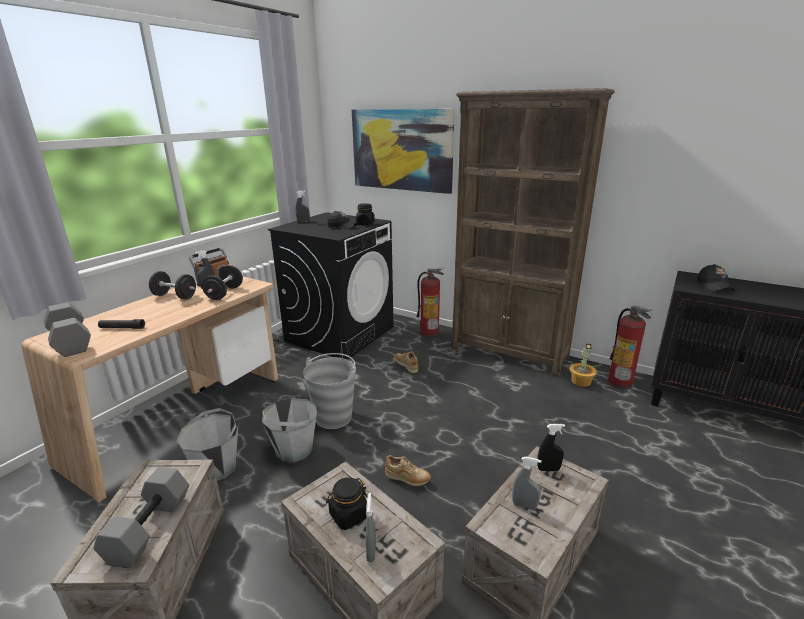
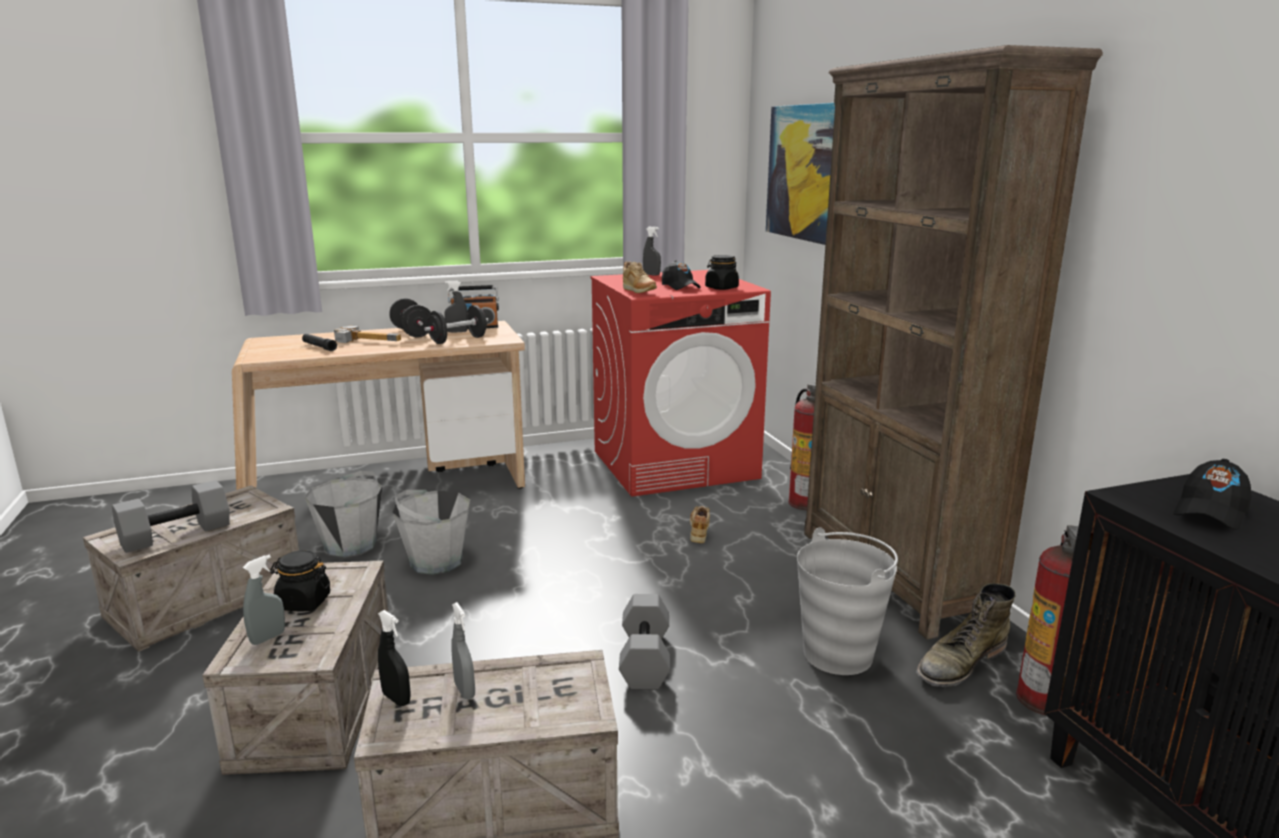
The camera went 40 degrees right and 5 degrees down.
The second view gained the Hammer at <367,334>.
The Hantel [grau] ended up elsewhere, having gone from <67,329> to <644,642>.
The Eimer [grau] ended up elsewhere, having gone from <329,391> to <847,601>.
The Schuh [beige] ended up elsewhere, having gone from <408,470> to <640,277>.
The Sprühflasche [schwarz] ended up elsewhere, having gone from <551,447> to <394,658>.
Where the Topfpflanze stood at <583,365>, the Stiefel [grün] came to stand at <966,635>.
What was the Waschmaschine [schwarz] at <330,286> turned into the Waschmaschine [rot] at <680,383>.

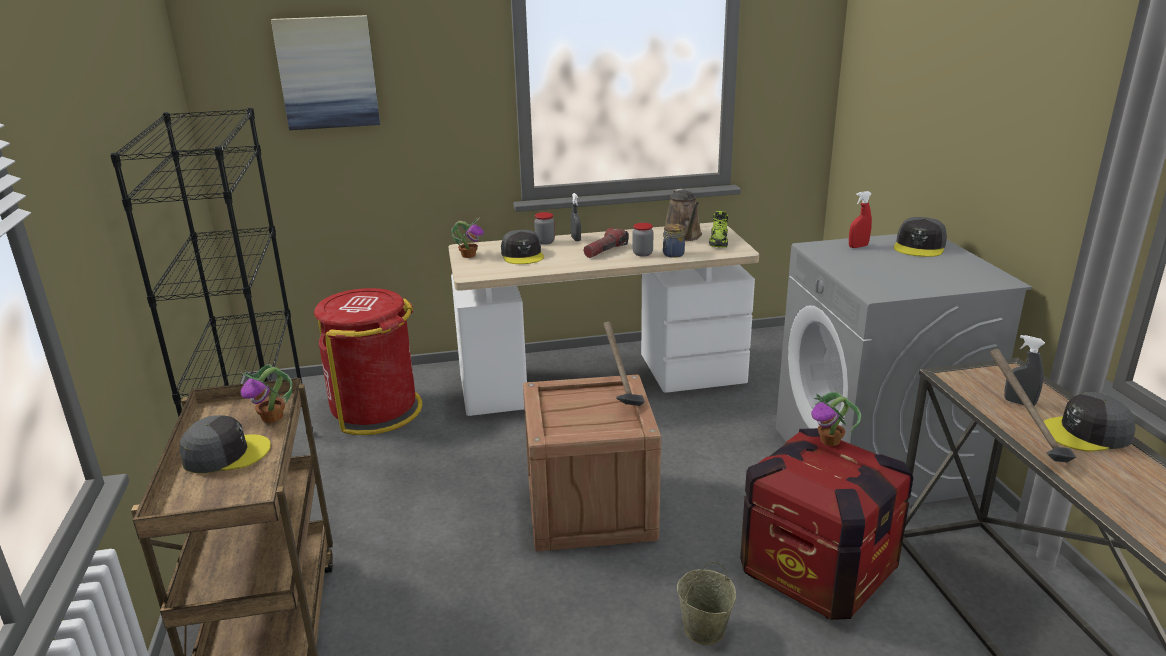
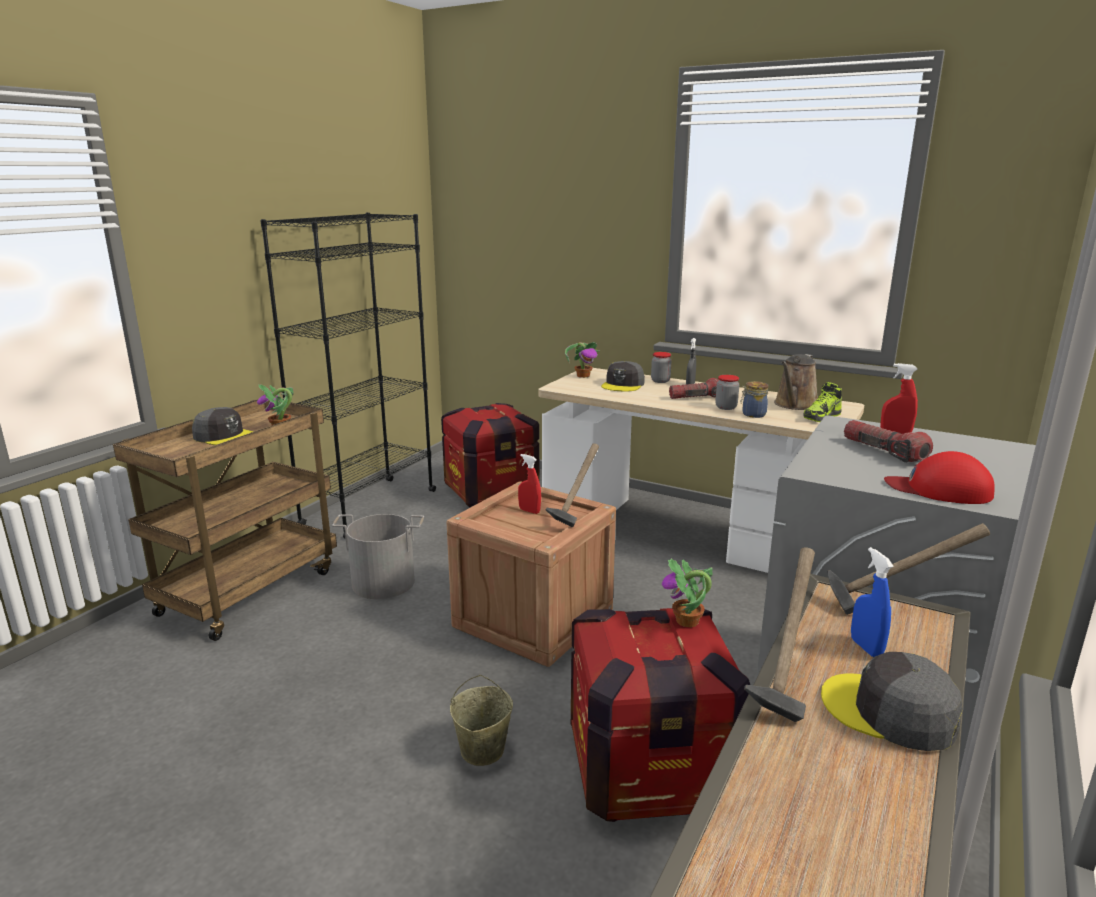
The camera went 40 degrees right and 5 degrees down.
The second view lost the Bild at <325,72>.
The second view lost the Kappe [grau] at <920,237>.
The second view gained the Eimer [grau] at <378,556>.
The second view gained the Sprühflasche [rot] at <529,484>.
The second view gained the Hammer at <908,569>.
The second view gained the Taschenlampe at <888,441>.
The second view gained the Kappe [rot] at <939,477>.
Where the Mülleimer [rot] stood at <368,361>, the Kiste came to stand at <490,455>.
What was the Sprühflasche [grau] at <1024,370> turned into the Sprühflasche [blau] at <872,602>.

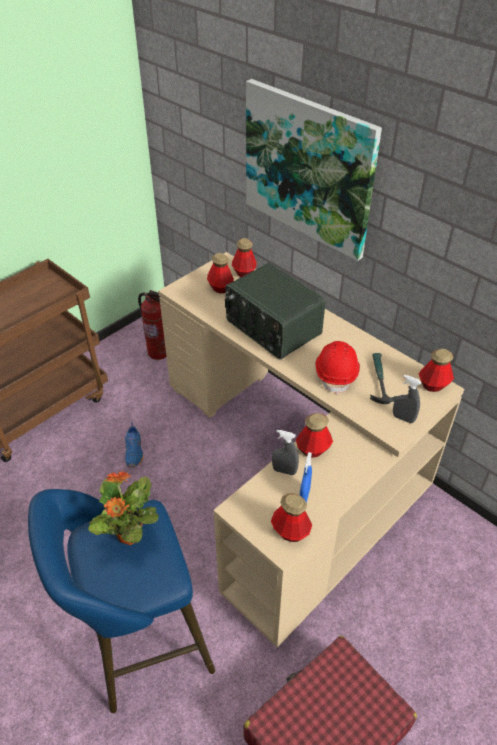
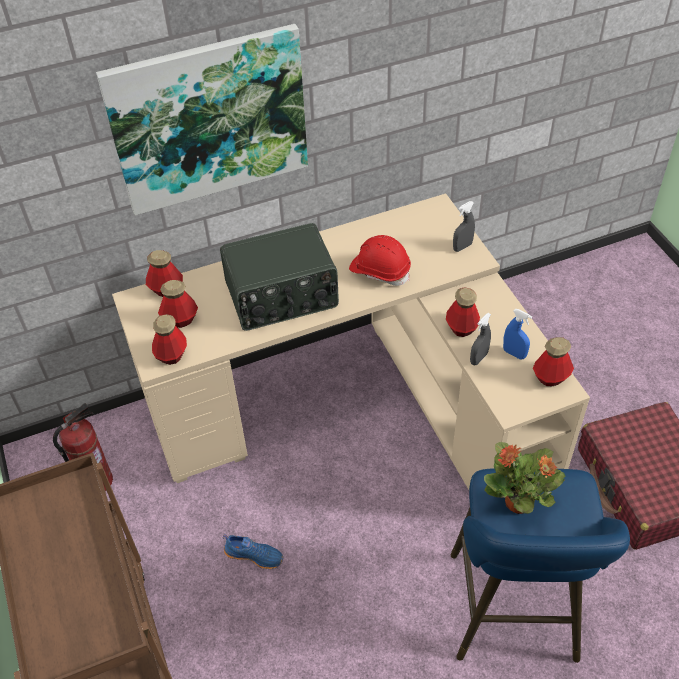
The camera went 65 degrees left and 5 degrees up.
The second view lost the Hammer at <383,378>.
The Flasche ended up elsewhere, having gone from <436,370> to <169,339>.

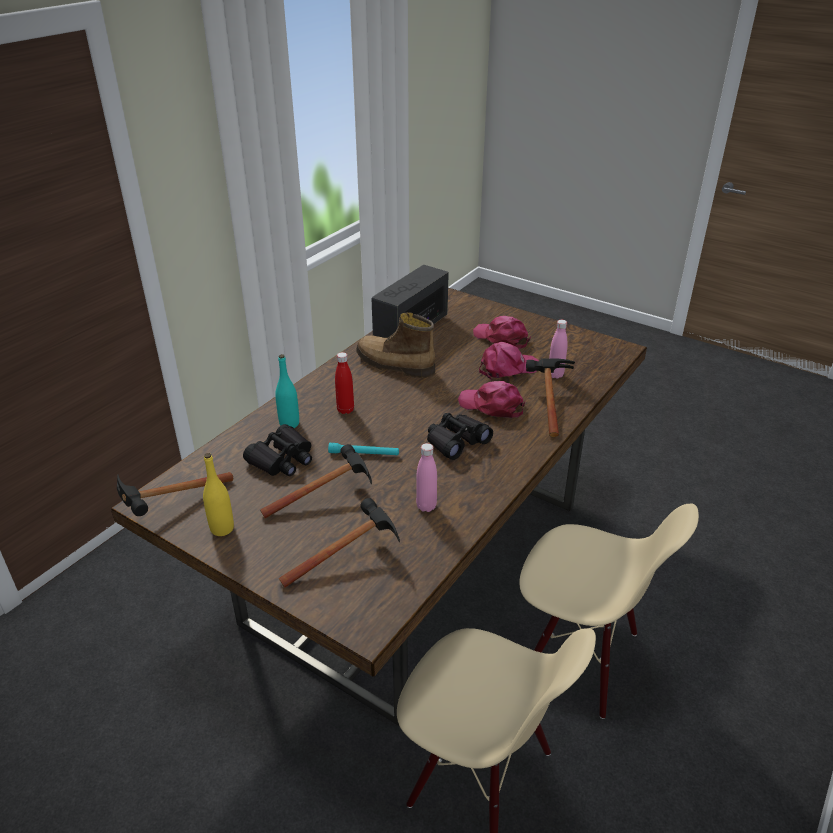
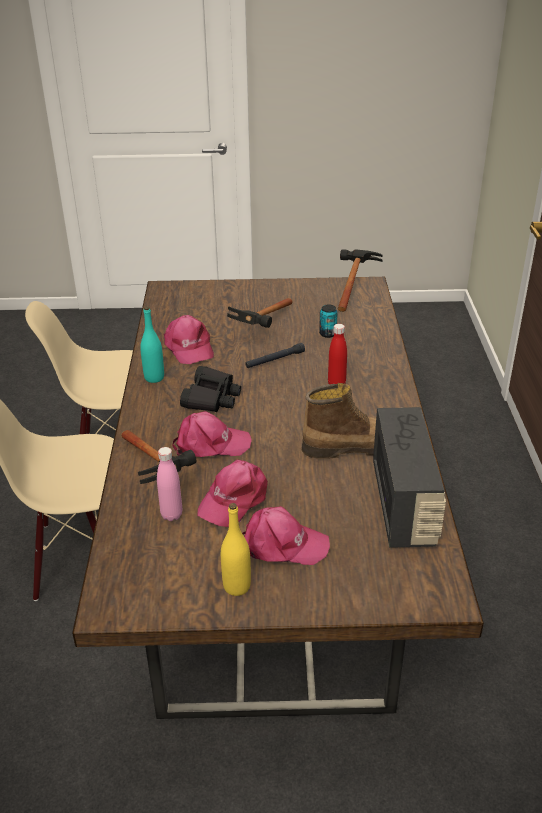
The camera went 145 degrees right and 0 degrees up.
The second view lost the Hammer at <339,543>.
The Flasche [gelb] ended up elsewhere, having gone from <218,494> to <236,549>.
The Flasche [türkis] ended up elsewhere, having gone from <287,391> to <152,344>.
Where the Fernglas [schwarz] stood at <277,450>, the Dose came to stand at <328,321>.
Where the Flasche [rosa] stood at <426,477>, the Kappe [rosa] came to stand at <189,339>.
What was the Taschenlampe [türkis] at <363,449> turned into the Taschenlampe [schwarz] at <275,355>.

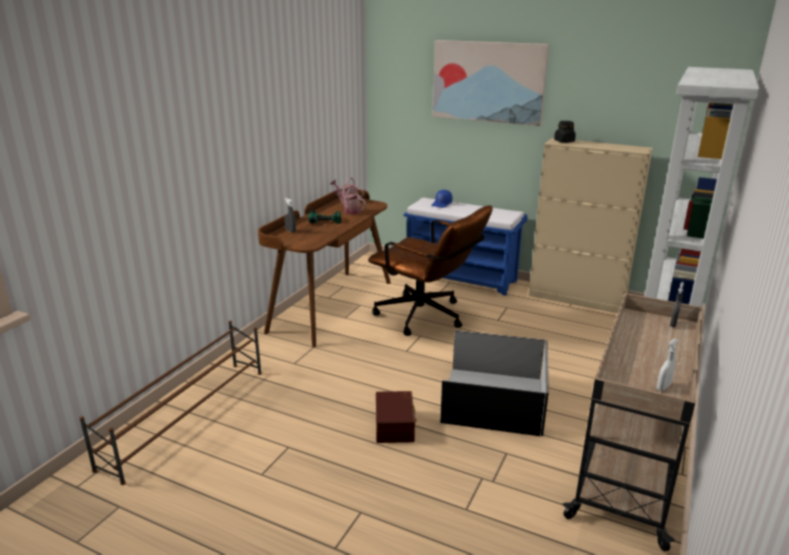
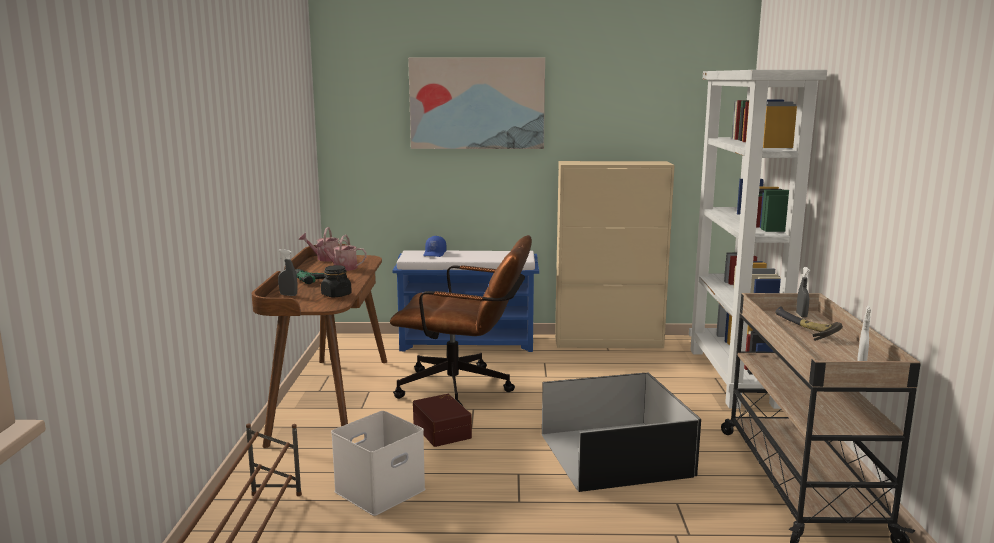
The camera went 25 degrees left and 10 degrees down.
The second view gained the Aufbewahrungsbox [weiß] at <378,463>.
The second view gained the Hammer at <809,323>.
The Aufbewahrungsbox [braun] ended up elsewhere, having gone from <396,417> to <442,420>.
The Vorratsglas [schwarz] ended up elsewhere, having gone from <565,132> to <336,281>.

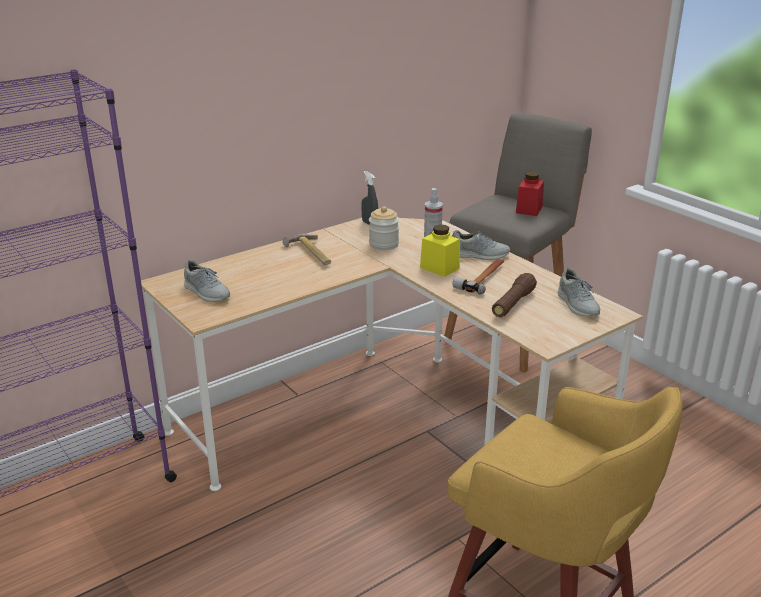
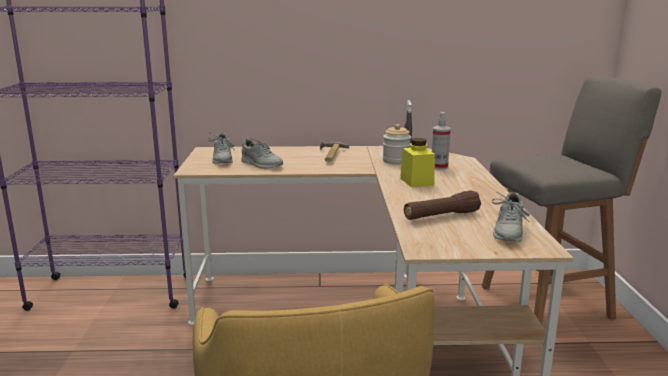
The camera went 35 degrees right and 10 degrees down.
The second view lost the Hammer at <478,276>.
The second view lost the Vorratsglas [rot] at <530,194>.
The Schuh [grau] ended up elsewhere, having gone from <481,245> to <262,153>.

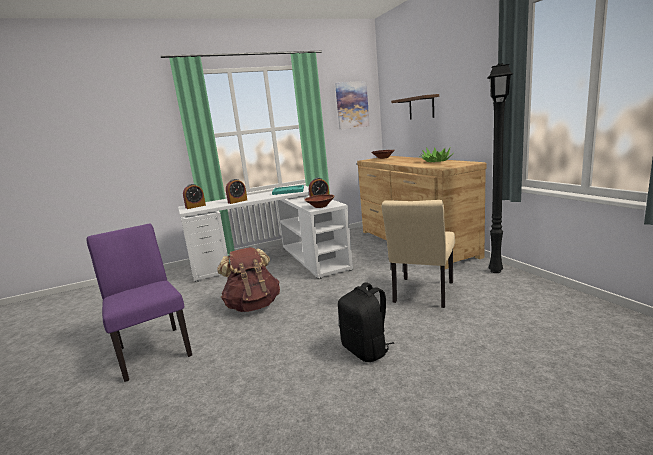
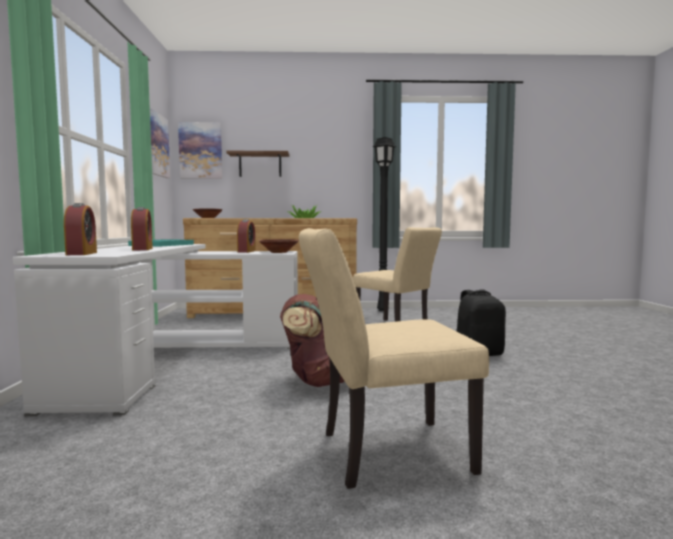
The camera went 70 degrees left and 10 degrees down.
The second view gained the Bild at <200,150>.
What was the Stuhl [lila] at <139,303> turned into the Stuhl [beige] at <394,358>.

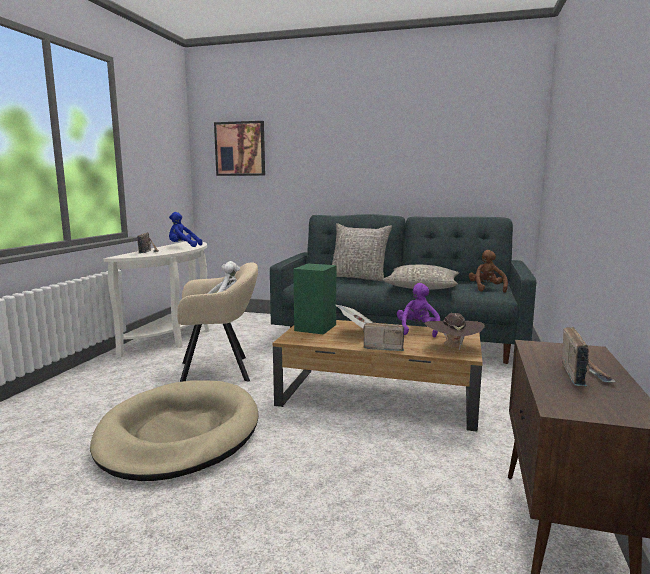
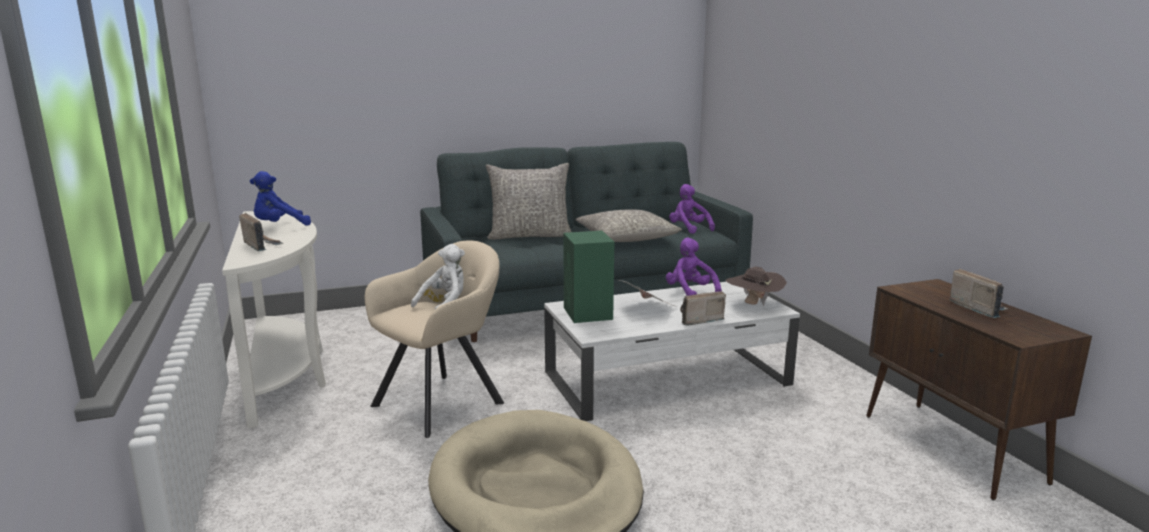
The camera went 35 degrees left and 5 degrees up.
The second view lost the Bild at <239,148>.
What was the Couchtisch [braun] at <378,376> turned into the Couchtisch [weiß] at <672,351>.
What was the Plüschtier [braun] at <488,271> turned into the Plüschtier [lila] at <692,209>.

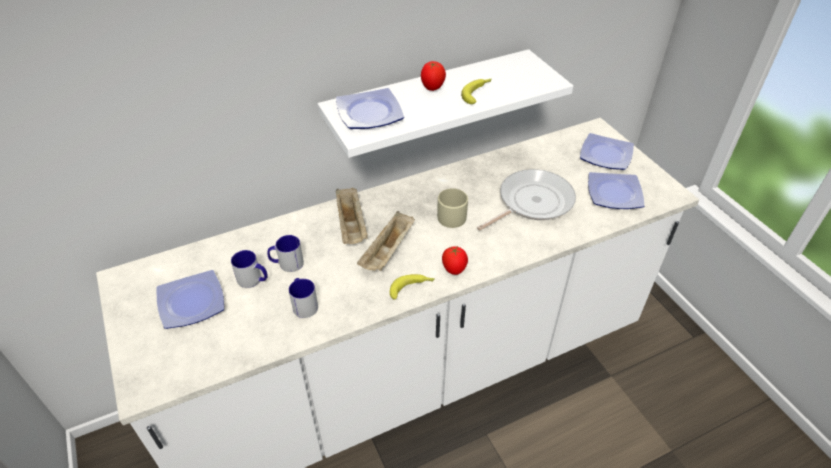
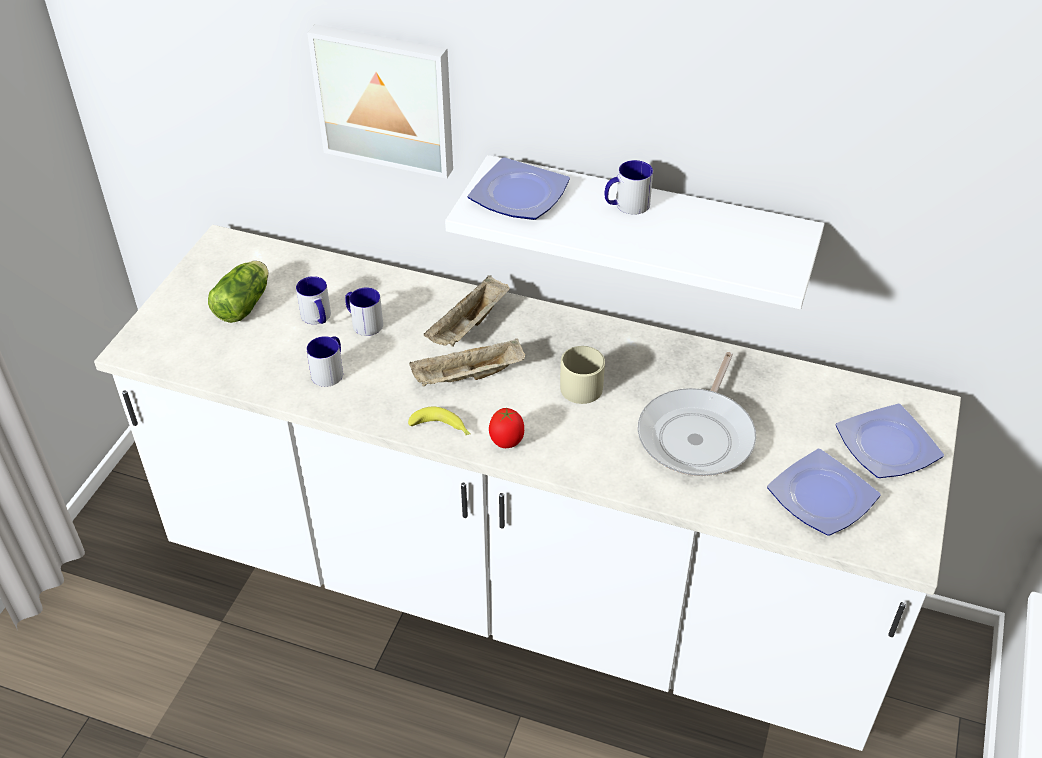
The camera went 45 degrees right and 0 degrees up.
The second view lost the Banane at <476,91>.
The second view gained the Bild at <380,101>.
Where the Teller stood at <190,299>, the Salatkopf came to stand at <238,292>.
Where the Tomate stood at <433,76>, the Henkelbecher came to stand at <628,187>.
The Pfanne at <526,200> ended up facing another way, 105 degrees clockwise from before.

